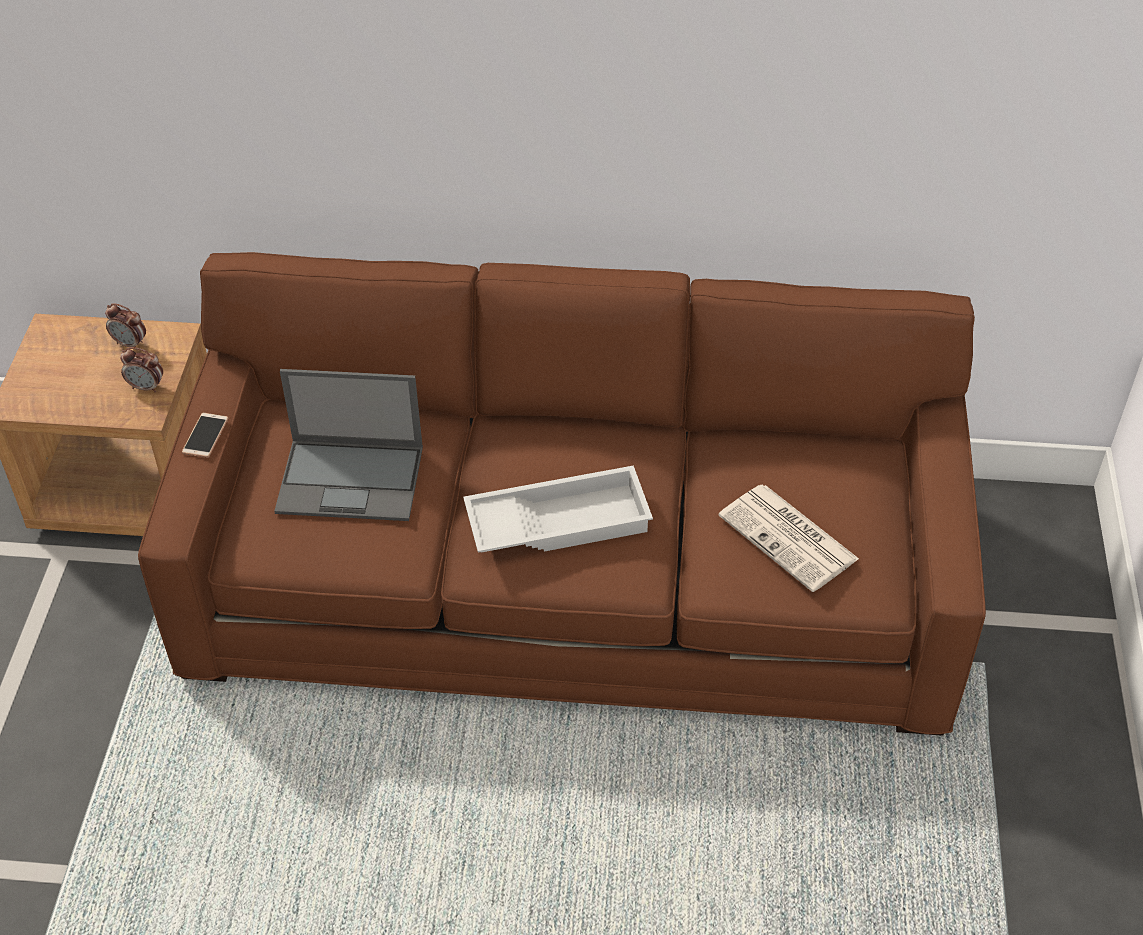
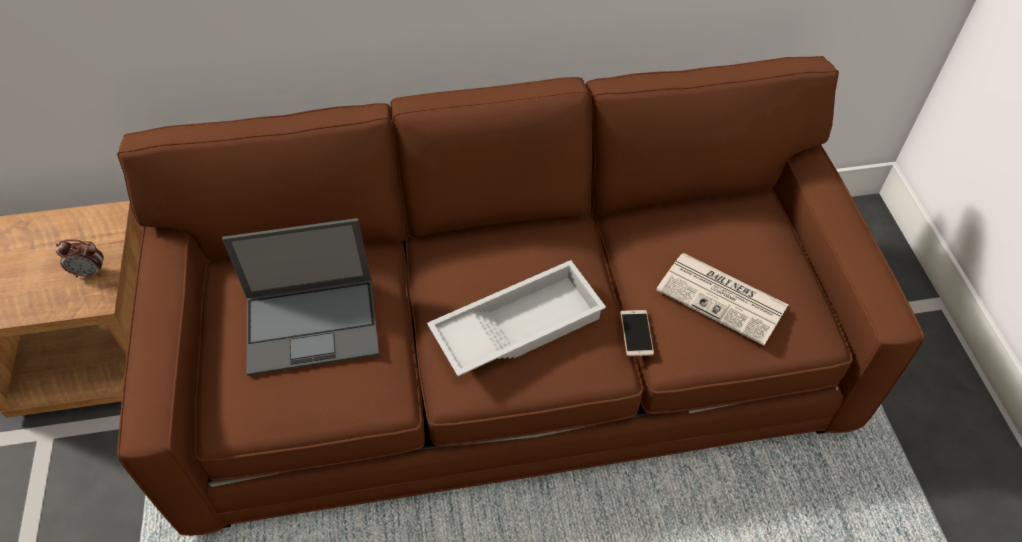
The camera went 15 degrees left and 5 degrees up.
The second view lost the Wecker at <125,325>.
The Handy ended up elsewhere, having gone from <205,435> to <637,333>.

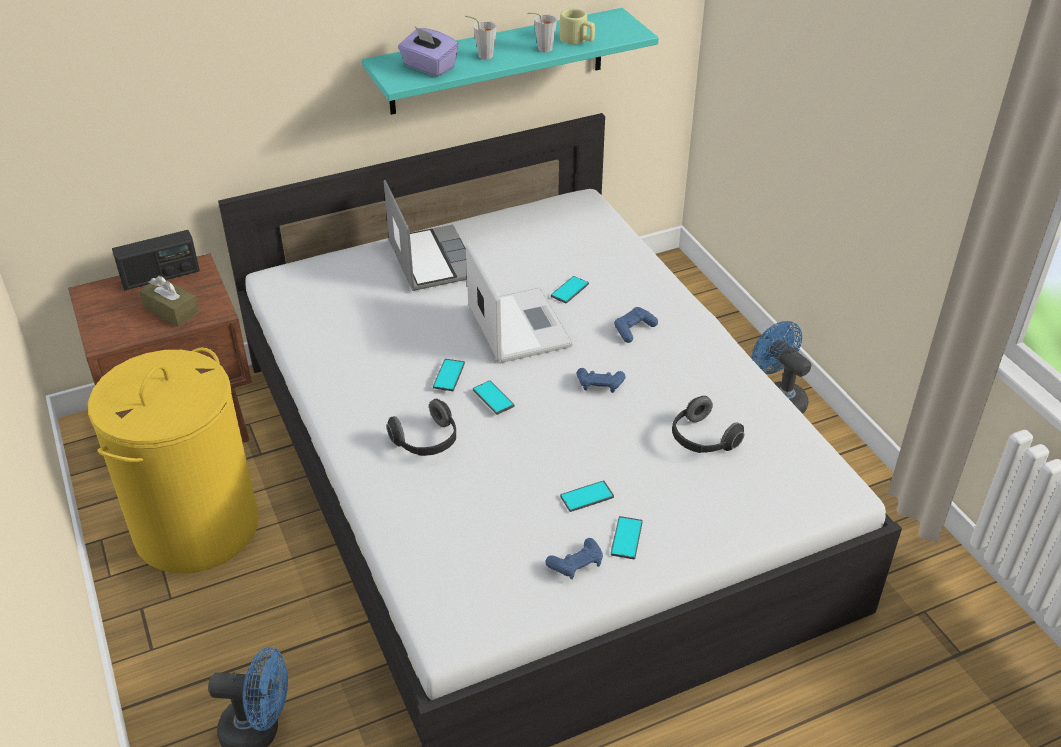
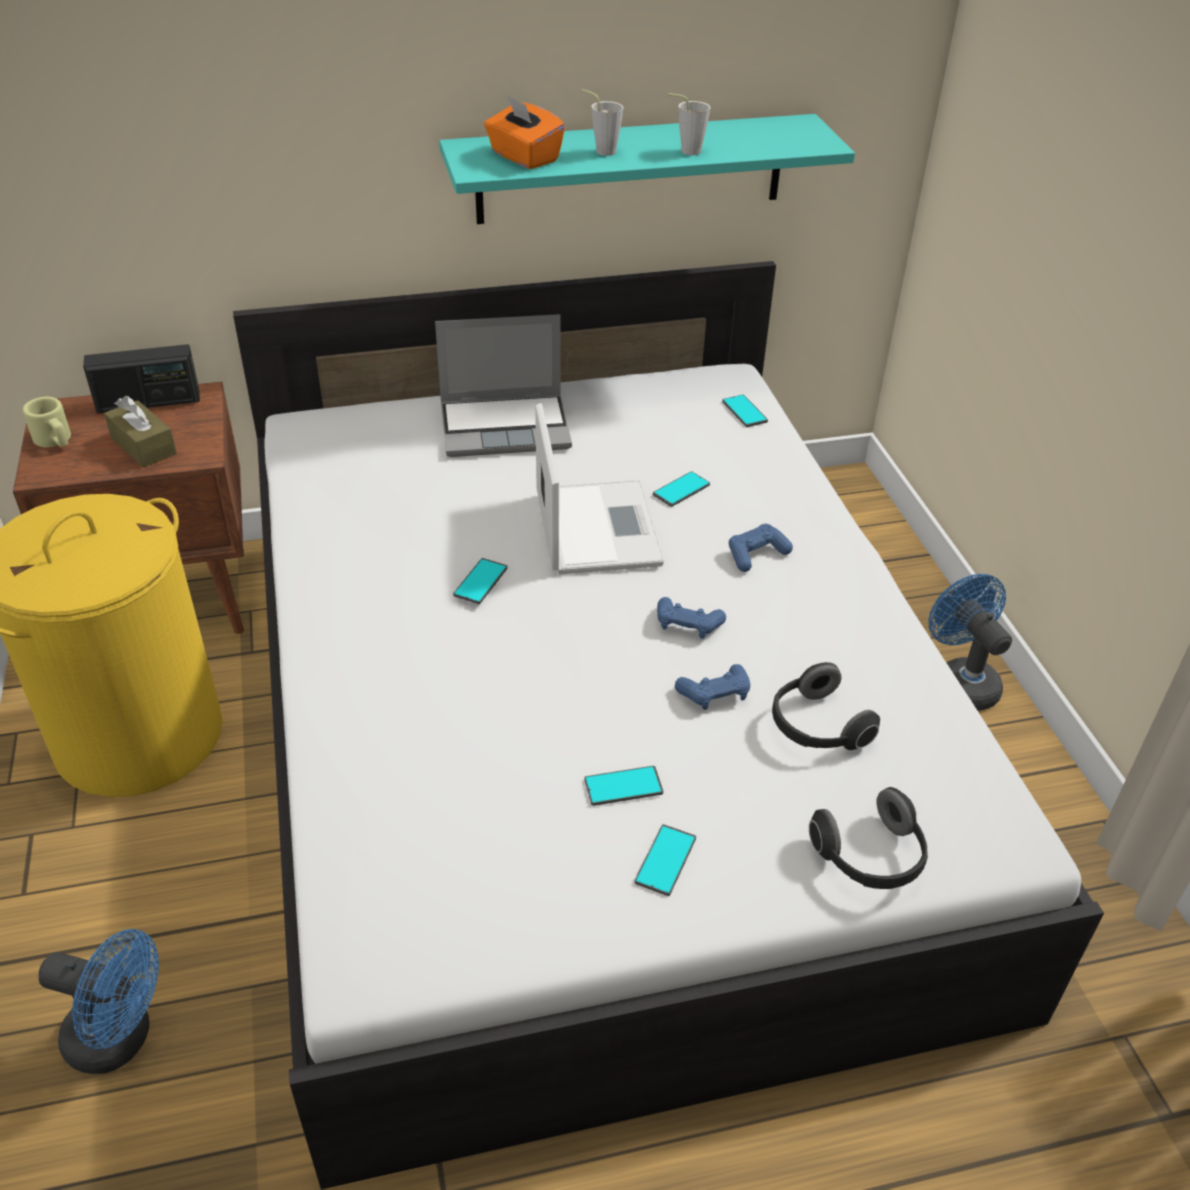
The camera went 10 degrees right and 0 degrees up.
The Kopfhörer ended up elsewhere, having gone from <421,427> to <868,838>.
The Handy ended up elsewhere, having gone from <494,397> to <745,411>.
The Gamepad [blau] ended up elsewhere, having gone from <574,558> to <712,687>.
The Henkelbecher [beige] ended up elsewhere, having gone from <577,26> to <47,422>.
What was the Taschentuchbox [lila] at <428,52> turned into the Taschentuchbox [orange] at <524,132>.
The Laptop at <425,235> ended up facing another way, 90 degrees clockwise from before.

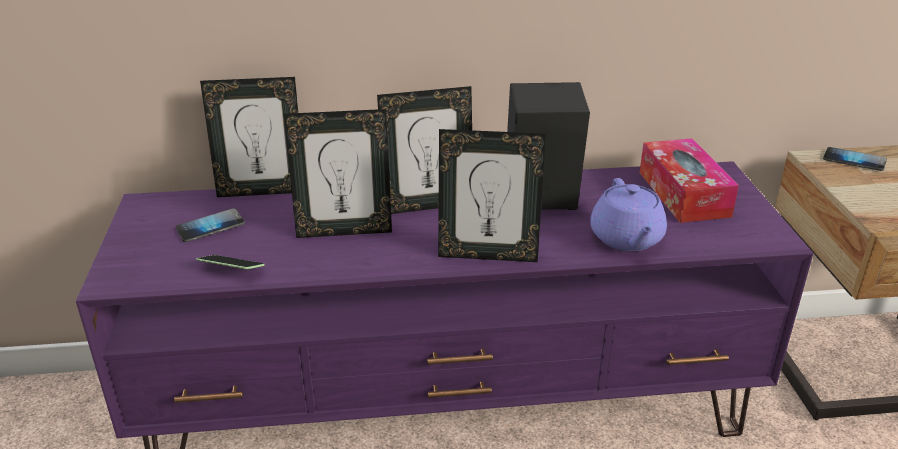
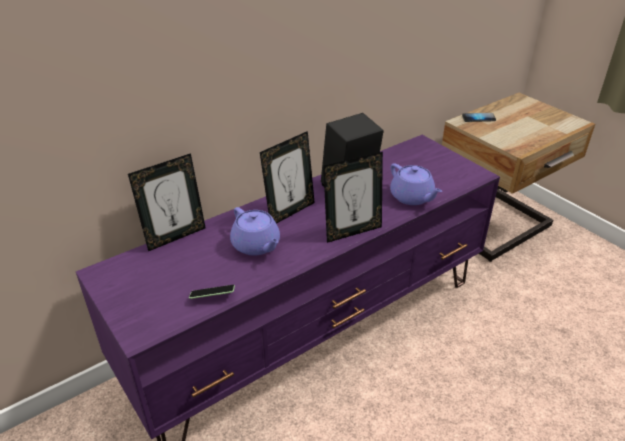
The camera went 30 degrees left and 5 degrees up.
The second view lost the Handy at <210,225>.
The second view lost the Taschentuchbox at <689,180>.
Where the Bilderrahmen stood at <338,173>, the Teekanne [lila] came to stand at <255,231>.

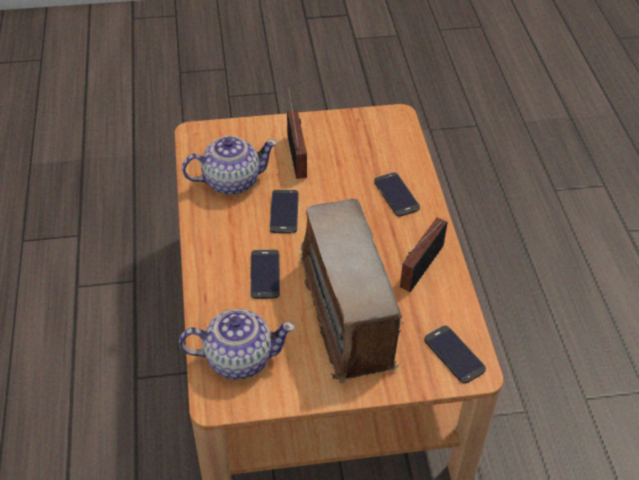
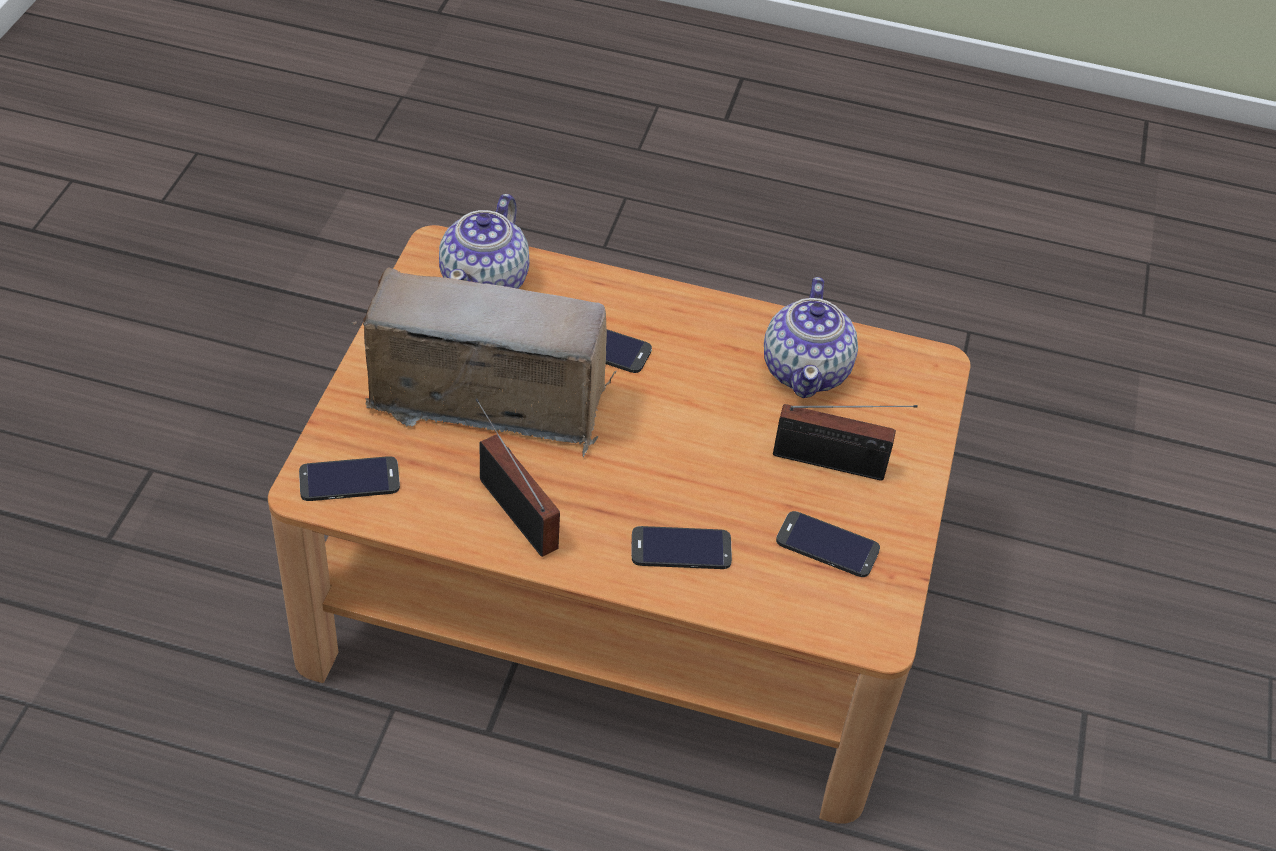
The camera went 110 degrees right and 0 degrees up.
The Handy ended up elsewhere, having gone from <284,211> to <828,544>.

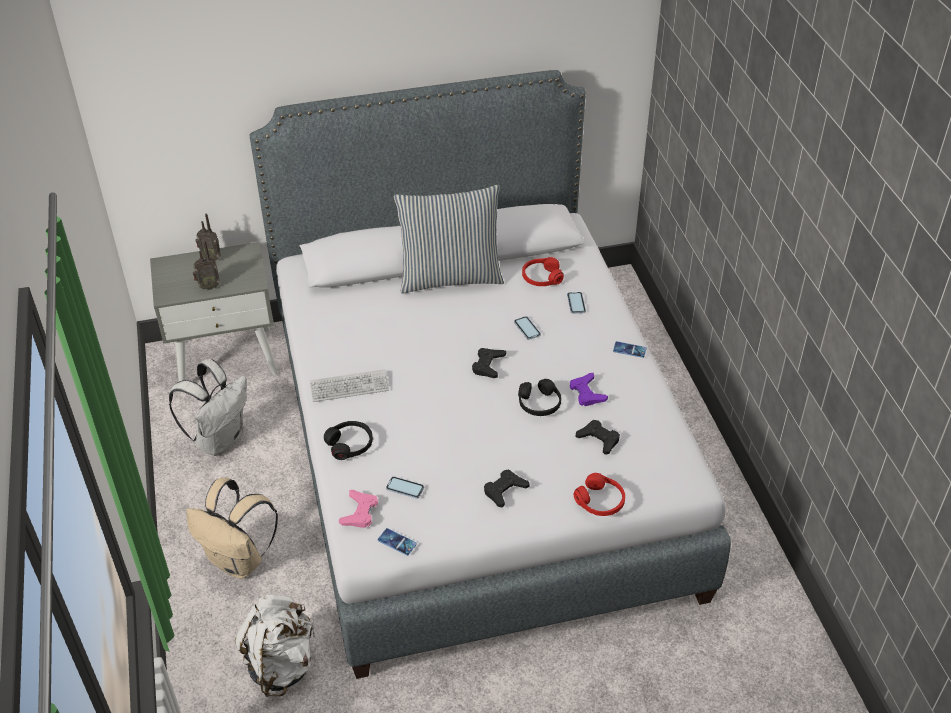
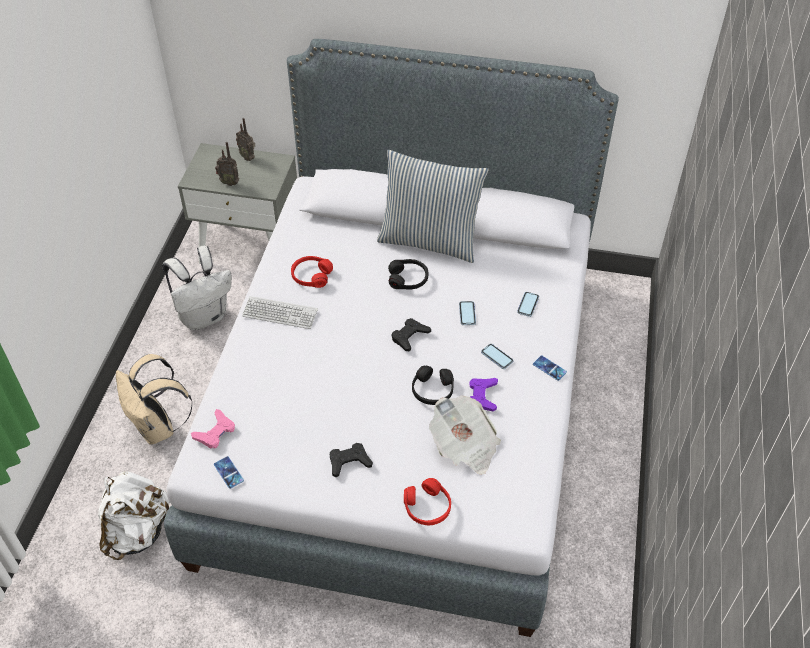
The camera went 25 degrees right and 5 degrees up.
The Kopfhörer [schwarz] ended up elsewhere, having gone from <348,440> to <408,274>.
The Handy ended up elsewhere, having gone from <405,487> to <497,356>.
The Kopfhörer [rot] ended up elsewhere, having gone from <543,271> to <312,272>.
Where the Gamepad [schwarz] stood at <598,437>, the Zeitung came to stand at <465,435>.

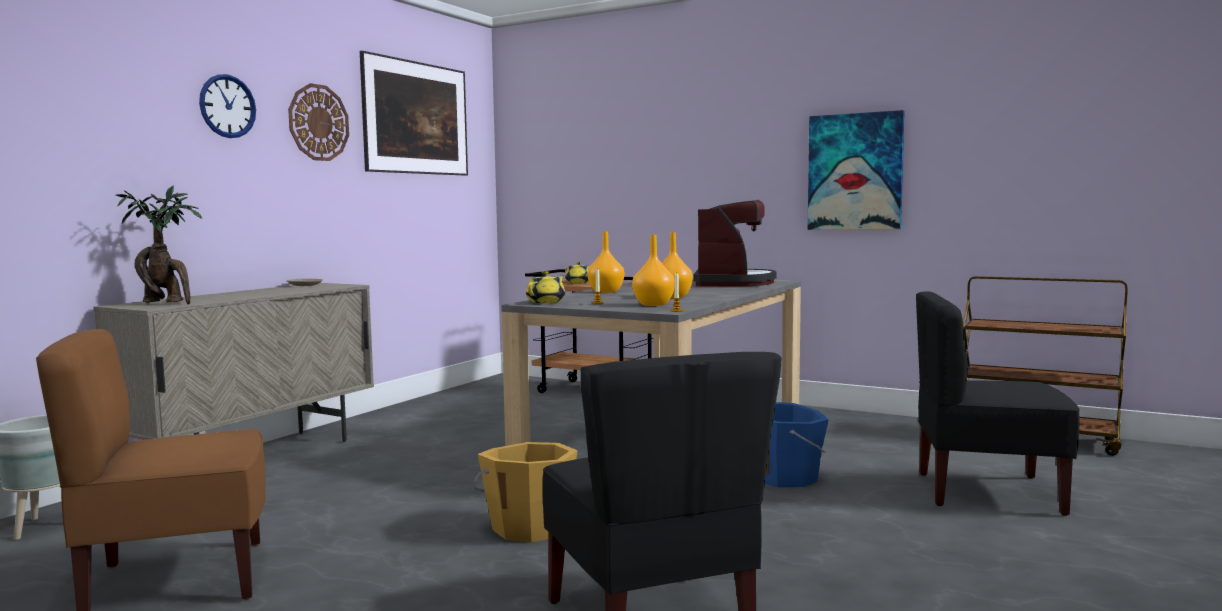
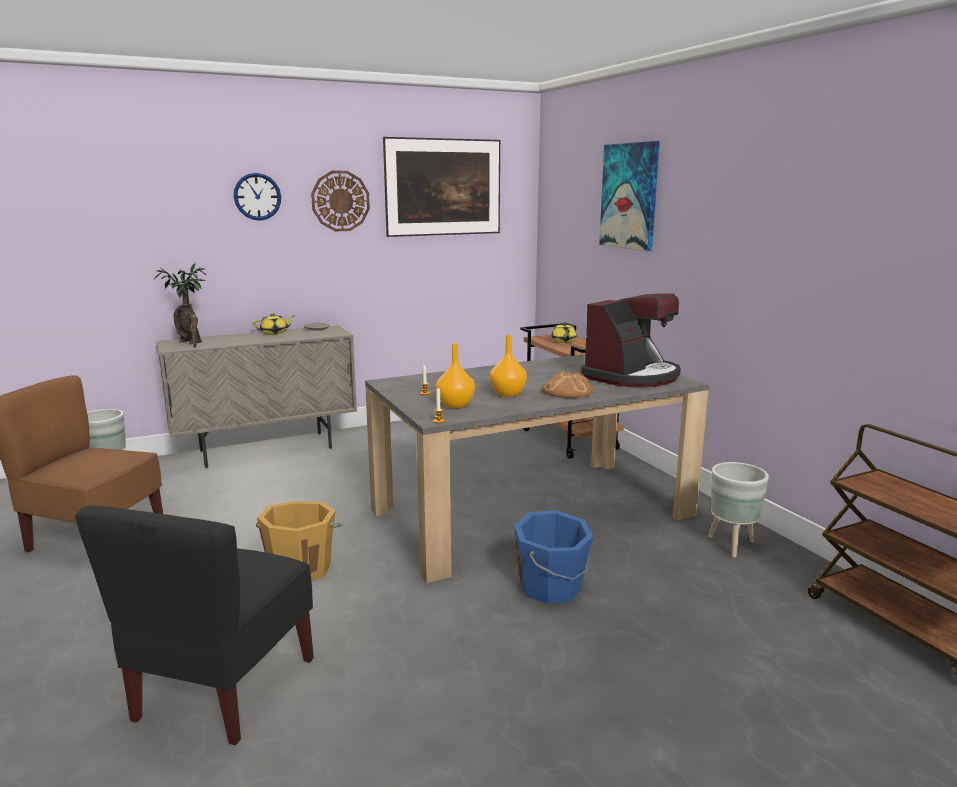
The camera went 35 degrees right and 10 degrees up.
The second view lost the Vase [orange] at <605,262>.
The second view lost the Stuhl [schwarz] at <998,404>.
The second view gained the Brot at <567,384>.
The second view gained the Pflanzkübel [grau] at <738,510>.
The Teekanne [gelb] ended up elsewhere, having gone from <545,287> to <273,324>.
The Bild ended up elsewhere, having gone from <856,170> to <629,196>.

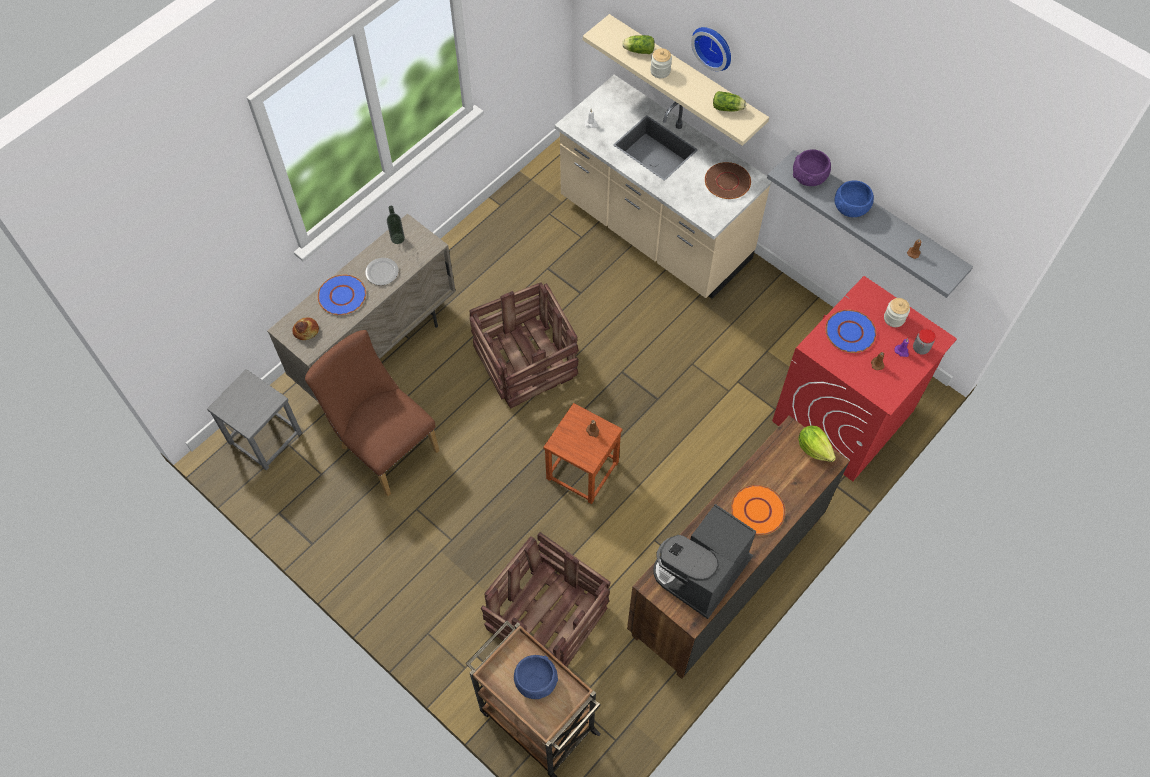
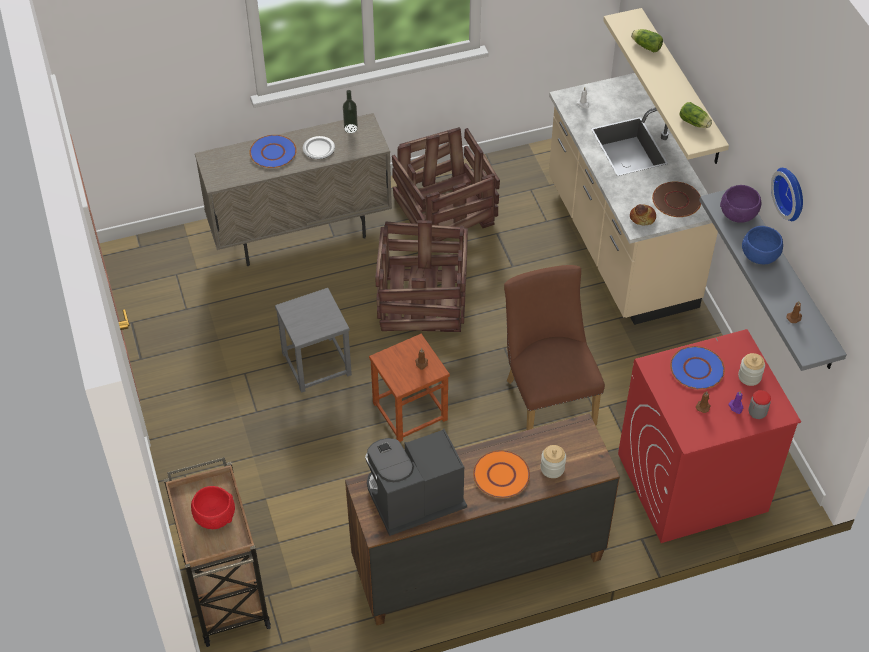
The camera went 30 degrees right and 10 degrees down.
The second view lost the Salatkopf at <817,443>.
The Hocker [grau] ended up elsewhere, having gone from <254,420> to <313,340>.
The Brot ended up elsewhere, having gone from <305,328> to <643,215>.
The Stuhl [braun] ended up elsewhere, having gone from <372,413> to <554,347>.
The Kiste ended up elsewhere, having gone from <546,599> to <446,184>.
The Vorratsglas ended up elsewhere, having gone from <661,63> to <553,461>.
The Wanduhr ended up elsewhere, having gone from <711,49> to <787,194>.
What was the Schüssel [blau] at <536,677> turned into the Schüssel [rot] at <213,507>.

